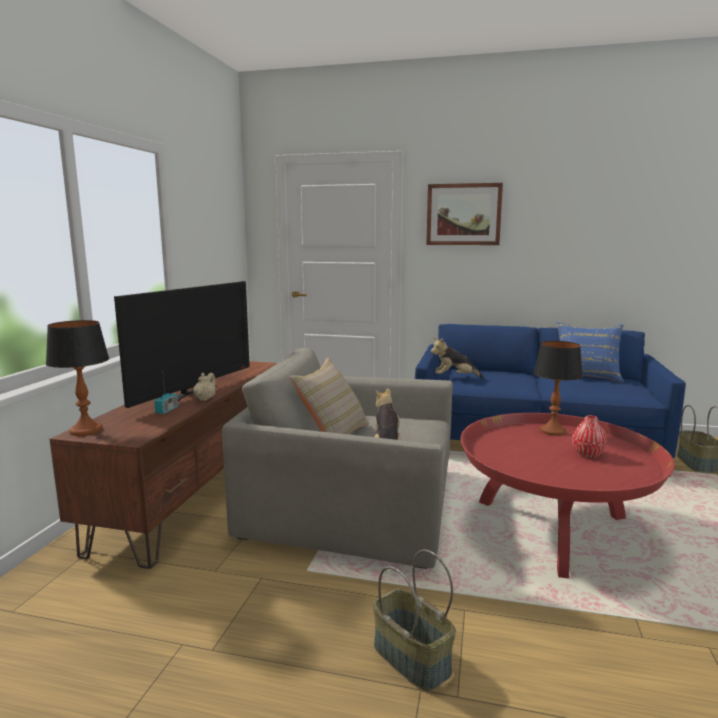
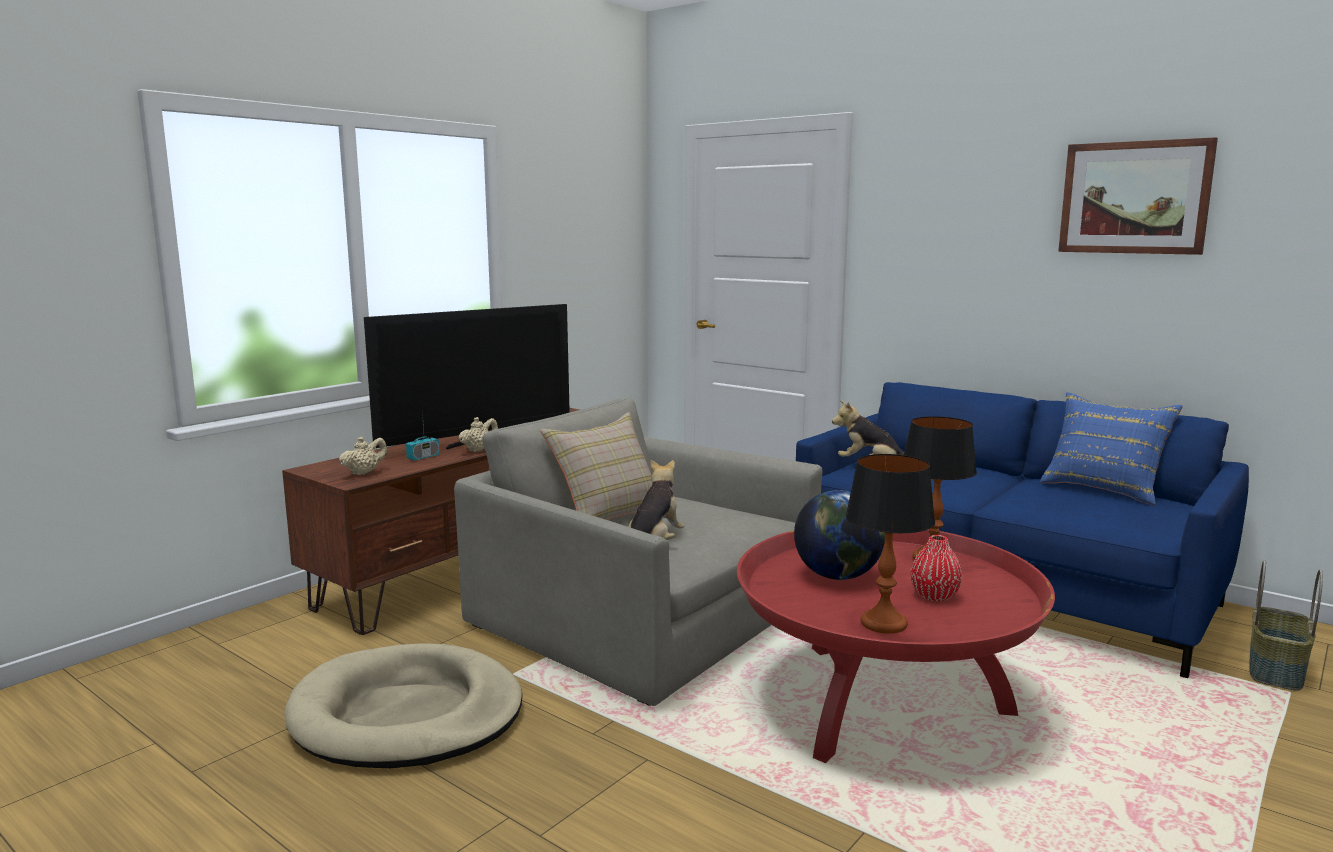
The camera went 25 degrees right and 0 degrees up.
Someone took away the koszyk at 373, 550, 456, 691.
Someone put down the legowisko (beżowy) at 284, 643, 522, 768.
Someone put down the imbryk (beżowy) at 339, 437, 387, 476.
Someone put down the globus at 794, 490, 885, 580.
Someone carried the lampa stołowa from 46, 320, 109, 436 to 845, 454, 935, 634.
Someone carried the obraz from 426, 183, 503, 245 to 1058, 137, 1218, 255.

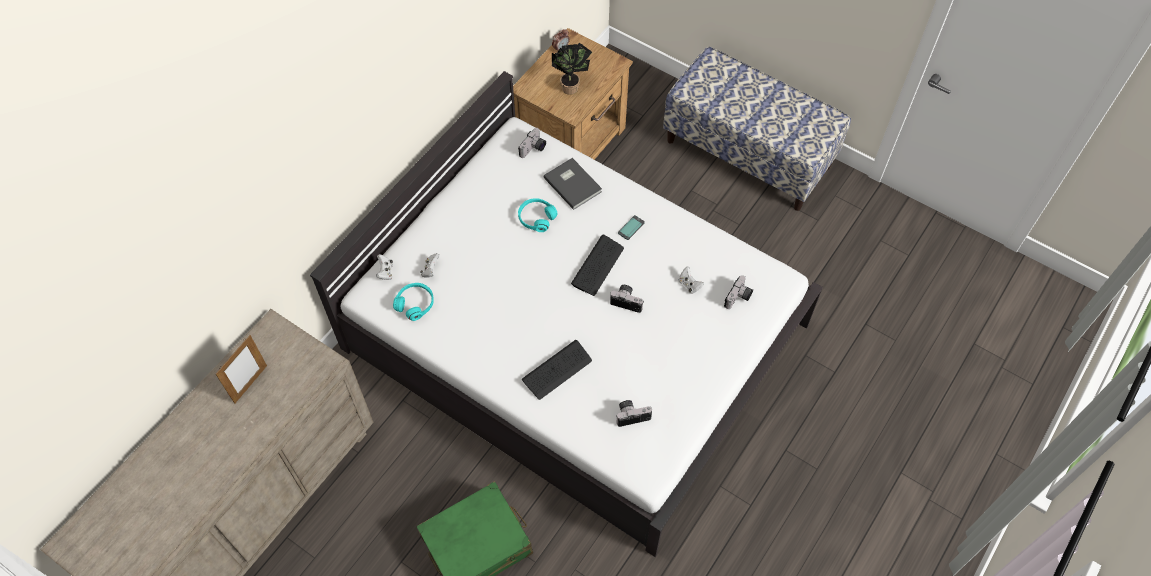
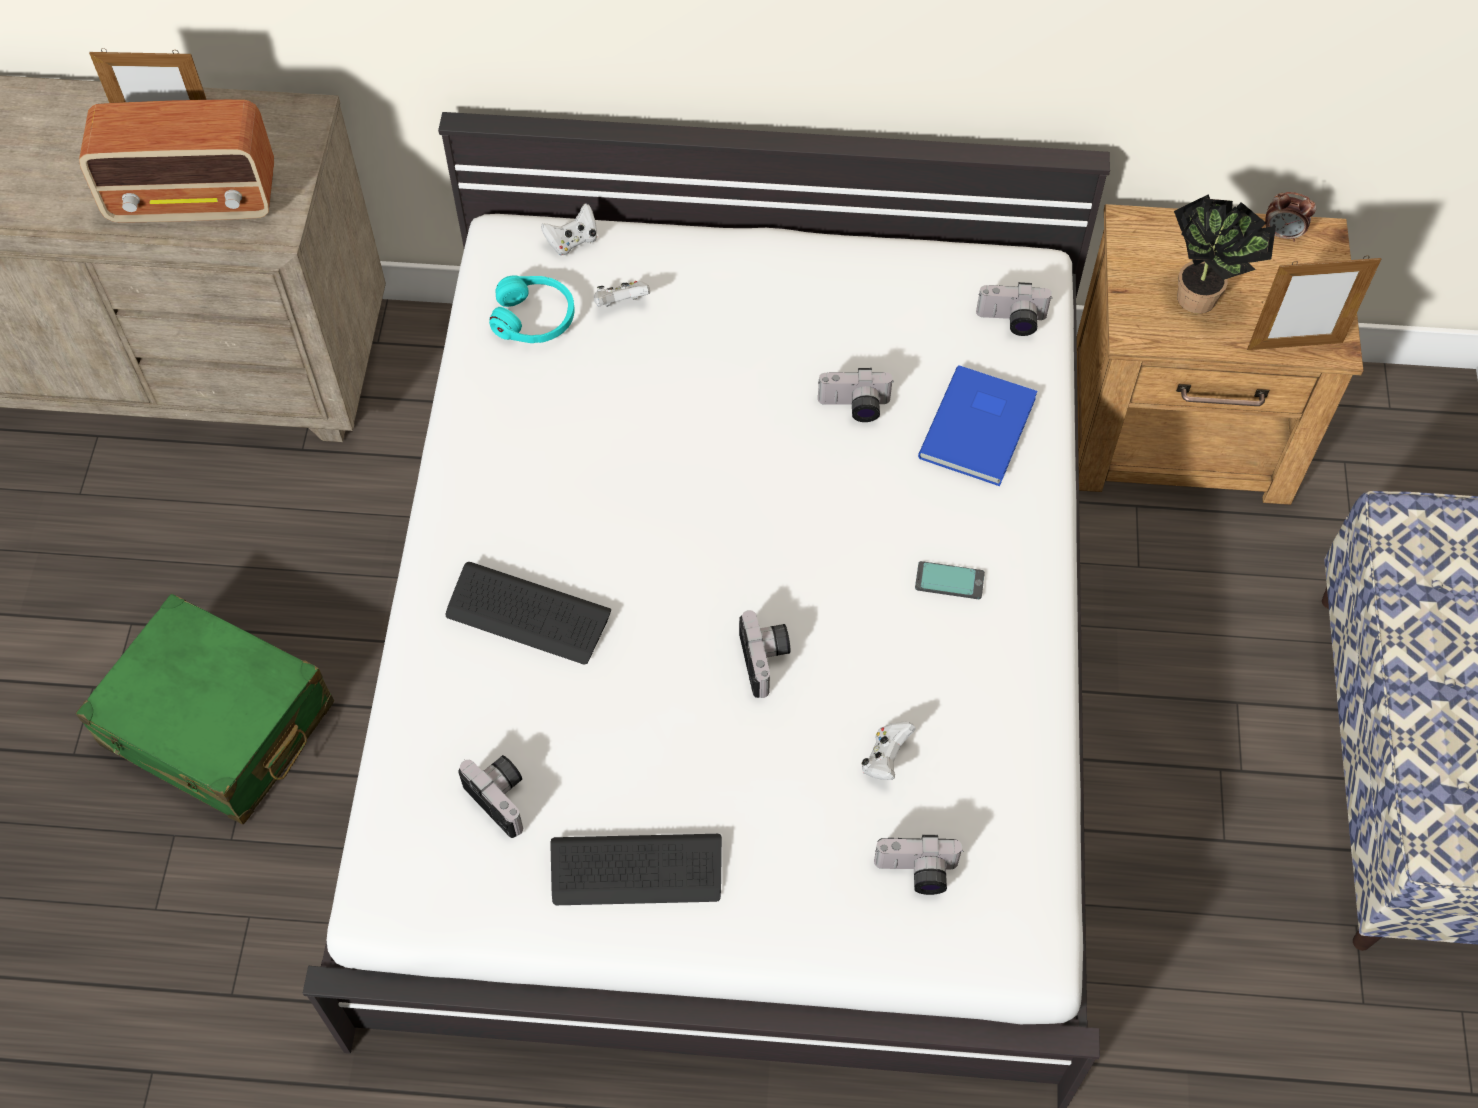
The camera went 60 degrees right and 0 degrees up.
Someone put down the radio at 79, 99, 274, 222.
Someone put down the ramka na zdjęcie at 1247, 258, 1381, 350.
Someone carried the klawiatura from 571, 235, 624, 296 to 550, 834, 722, 905.
Someone swapped the słuchawki (turkusowy) at 518, 198, 558, 232 for the aparat fotograficzny at 818, 368, 894, 422.
Someone repainted the książka (szary) at 543, 158, 602, 210, which became the książka (niebieski) at 918, 365, 1037, 486.

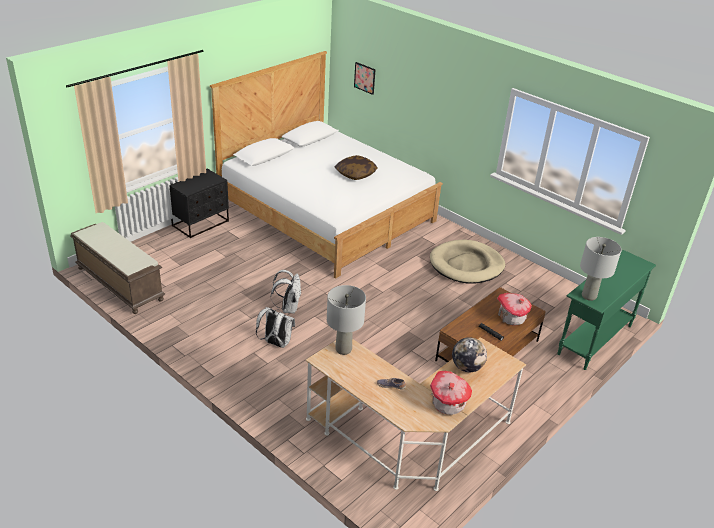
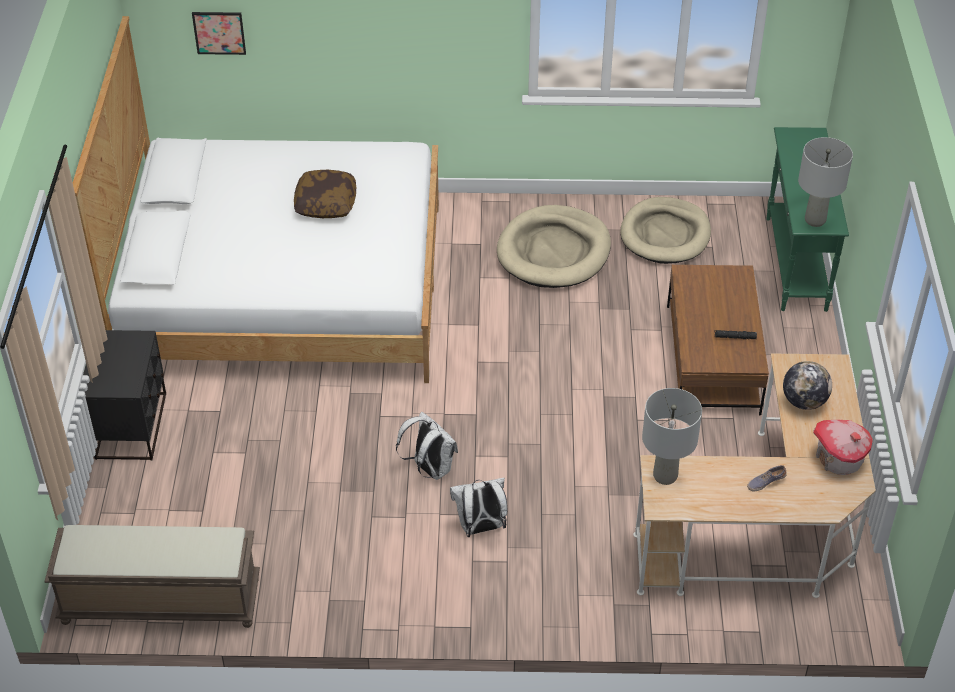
The camera went 40 degrees left and 10 degrees up.
Someone took away the domek at 497, 293, 532, 325.
Someone put down the legowisko (beżowy) at 620, 197, 711, 264.

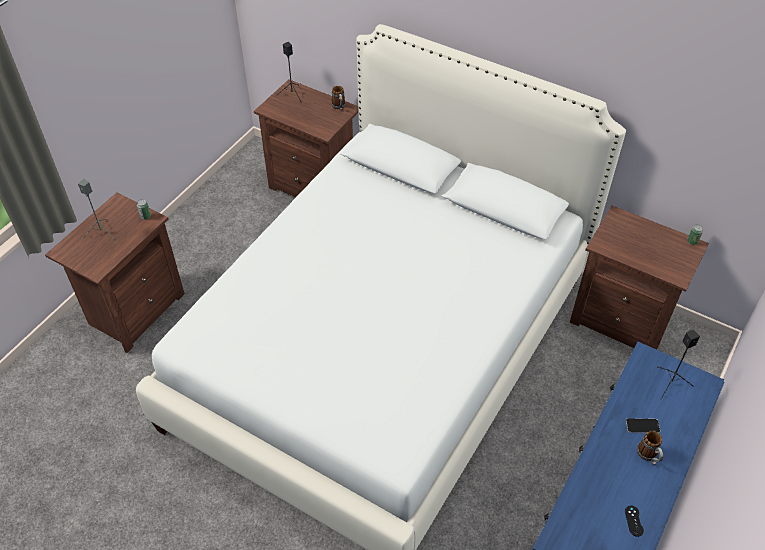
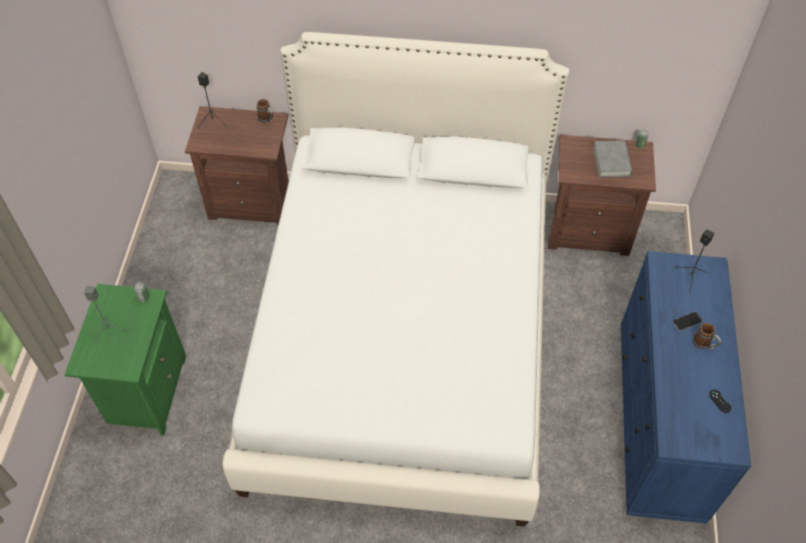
The camera went 25 degrees left and 5 degrees up.
Someone put down the książka (szary) at 593, 141, 633, 178.
Someone repainted the szafka nocna (brązowy) at 45, 193, 185, 353, which became the szafka nocna (zielony) at 65, 284, 186, 436.

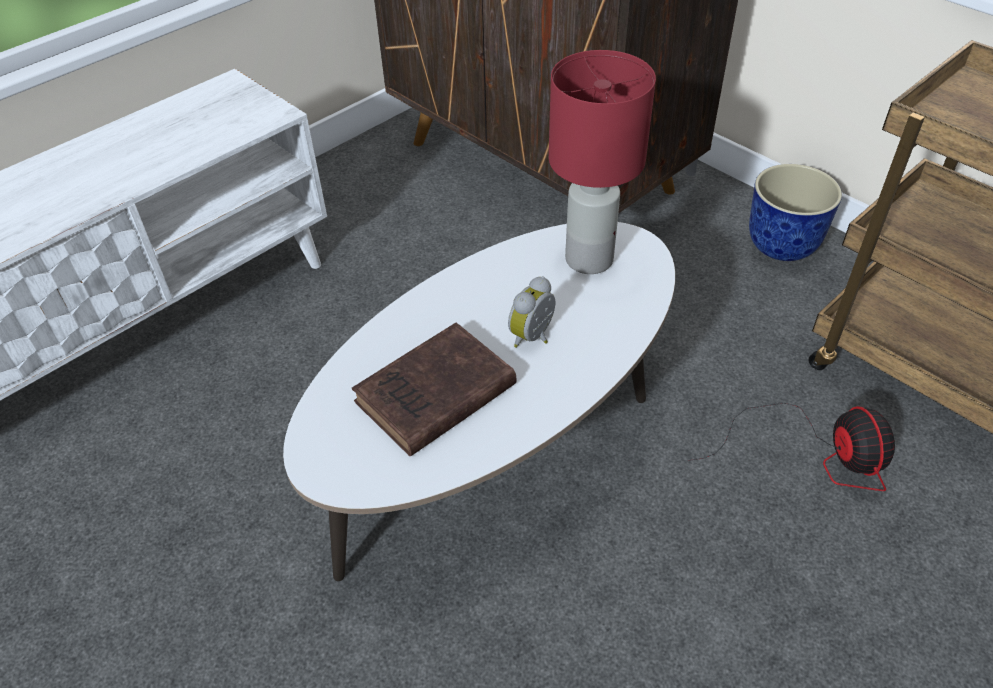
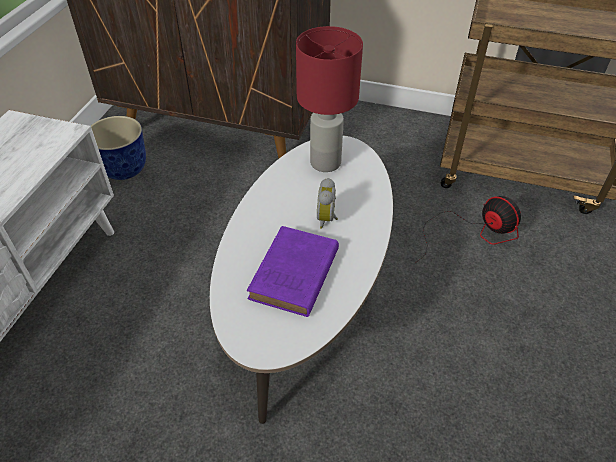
The camera went 30 degrees left and 0 degrees up.
Someone carried the donica from 749, 164, 842, 261 to 91, 116, 146, 180.
Someone repainted the książka (brązowy) at 352, 323, 516, 457, which became the książka (fioletowy) at 247, 226, 339, 317.

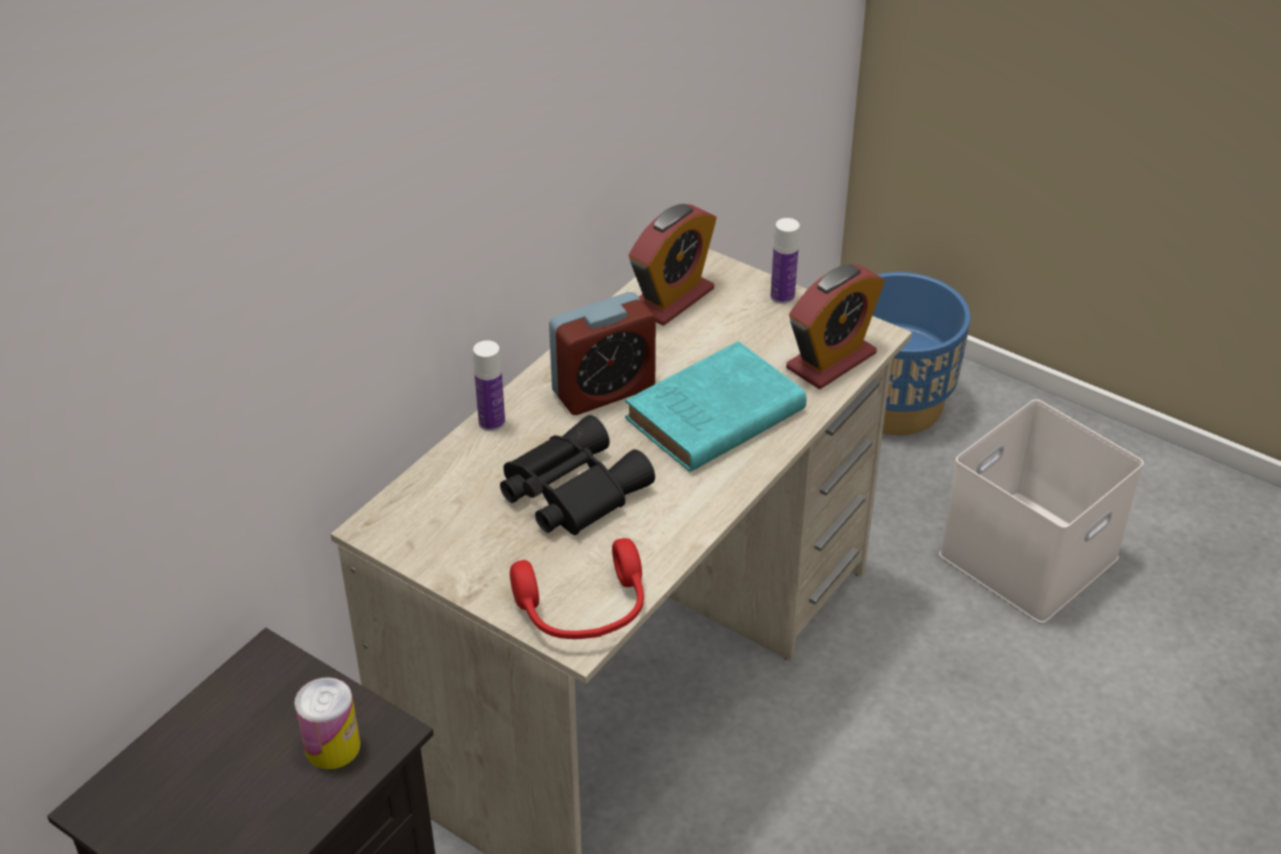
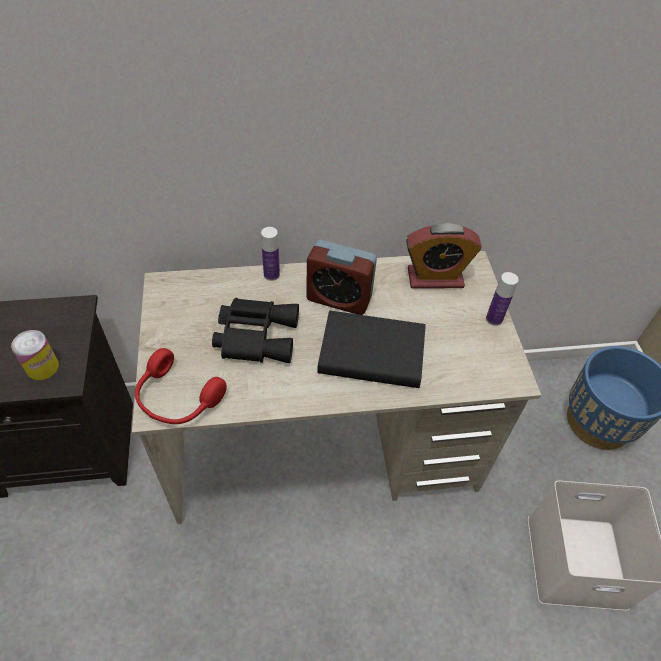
The camera went 45 degrees right and 10 degrees up.
Someone took away the budzik at 786, 264, 885, 390.
Someone repainted the książka (turkusowy) at 625, 341, 806, 472, which became the książka (czarny) at 317, 310, 426, 388.

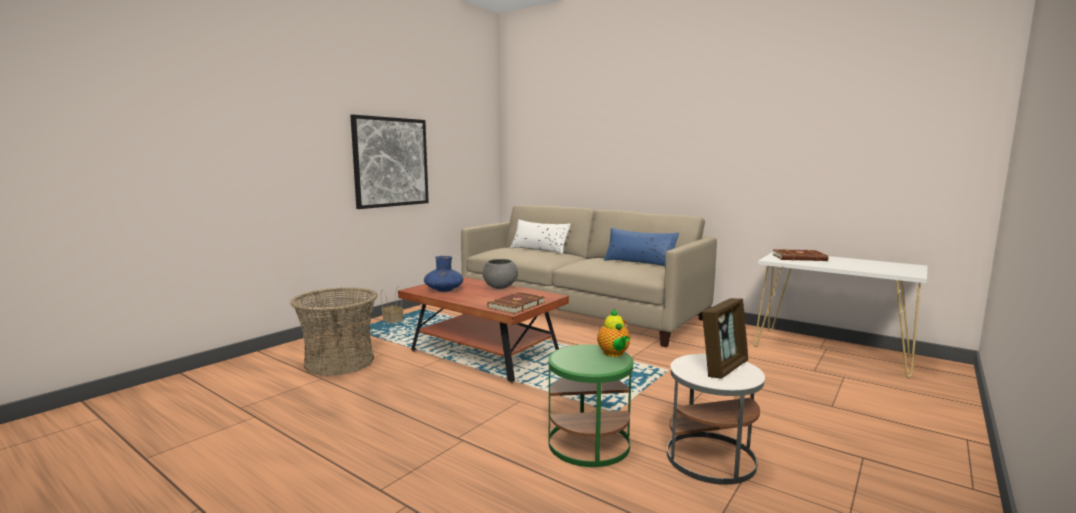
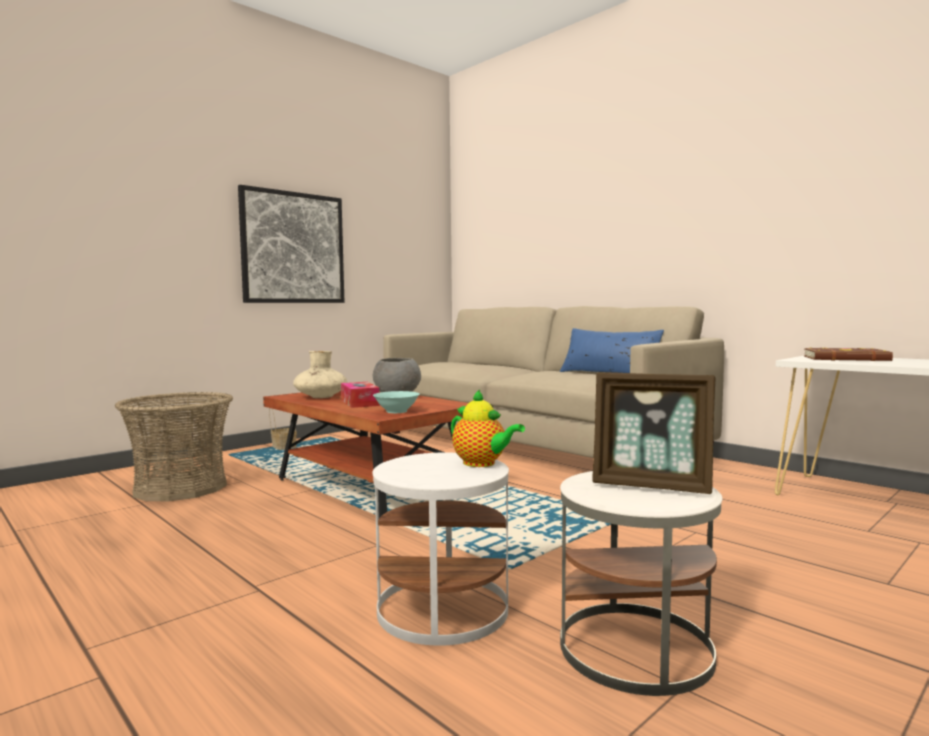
The camera went 10 degrees right and 5 degrees down.
Someone took away the poduszka (biały) at 510, 220, 571, 254.
Someone put down the pudełko chusteczek at 341, 382, 380, 408.
Someone swapped the książka (brązowy) at 487, 292, 545, 314 for the miska (turkusowy) at 373, 391, 420, 413.
Someone repainted the wazon (niebieski) at 424, 256, 463, 292, which became the wazon (beżowy) at 293, 351, 347, 398.
Someone repainted the stolik (zielony) at 548, 345, 634, 467, which became the stolik (biały) at 372, 453, 509, 646.
Someone rotated the imbryk at 597, 309, 630, 357 by 45 degrees counterclockwise.
Someone rotated the ramka na zdjęcie at 702, 298, 748, 379 by 60 degrees clockwise.

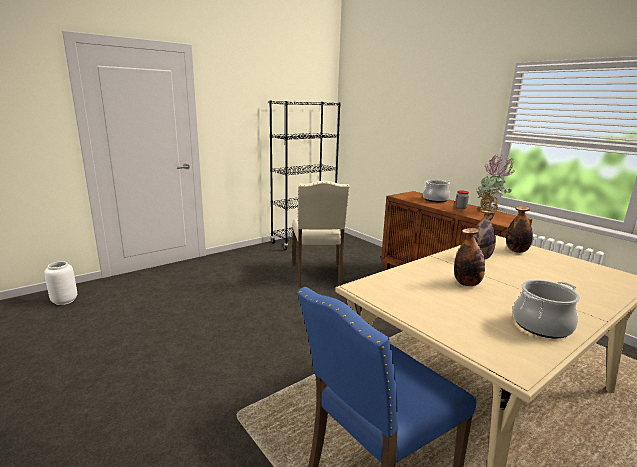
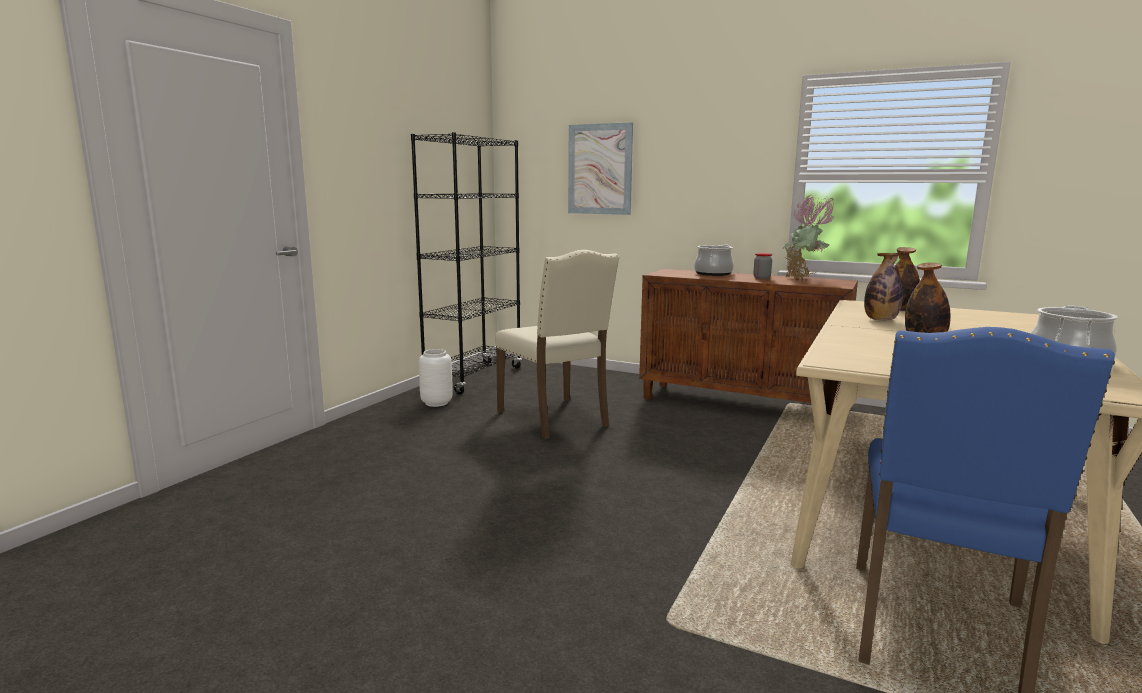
The camera went 25 degrees left and 5 degrees down.
Someone put up the obraz at 568, 122, 633, 215.
Someone carried the wazon (biały) from 44, 261, 77, 305 to 419, 349, 453, 407.

